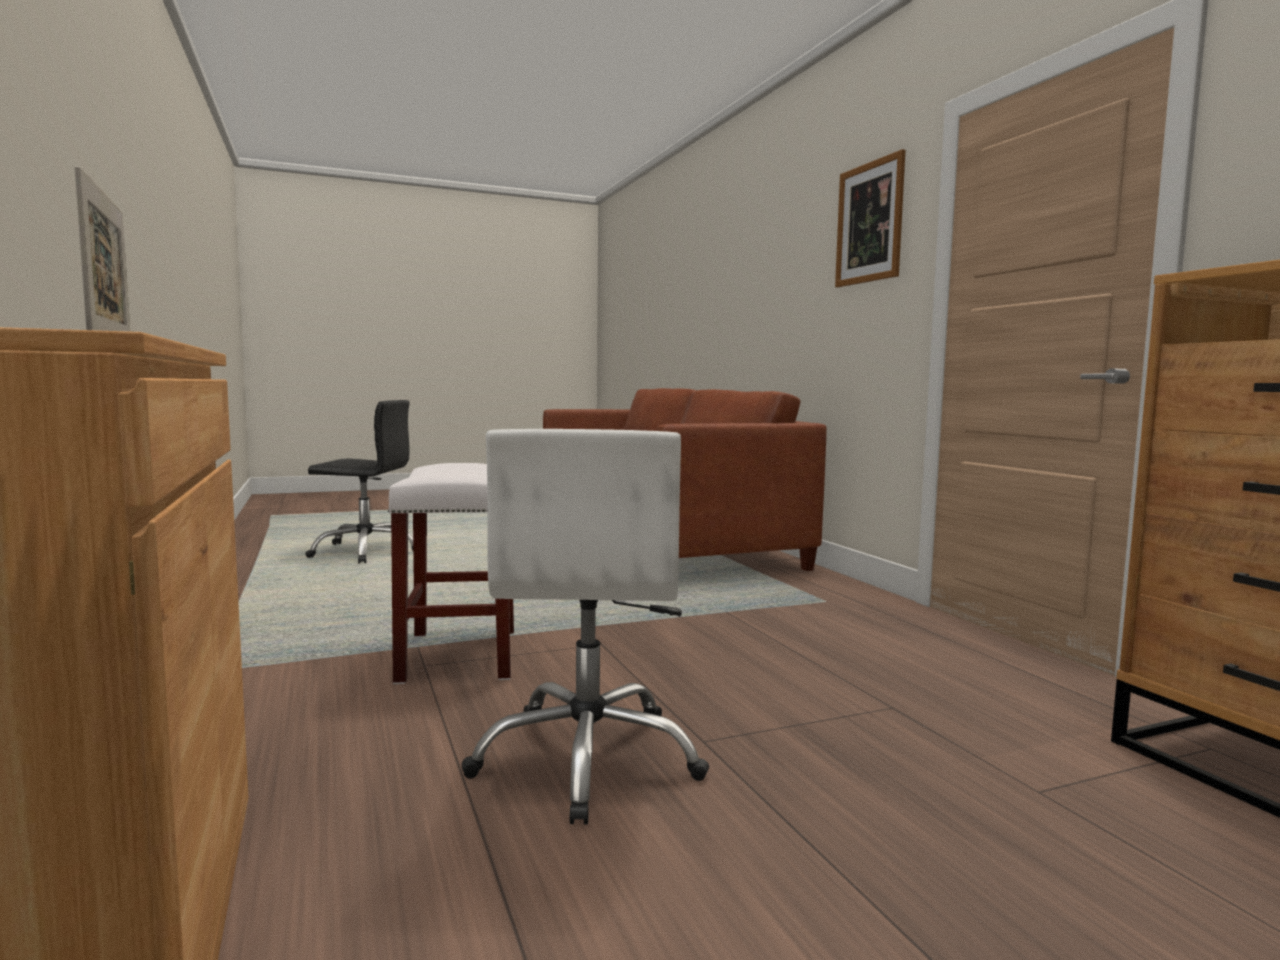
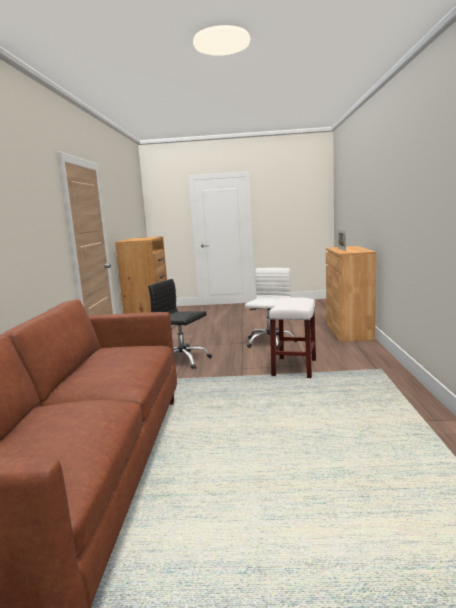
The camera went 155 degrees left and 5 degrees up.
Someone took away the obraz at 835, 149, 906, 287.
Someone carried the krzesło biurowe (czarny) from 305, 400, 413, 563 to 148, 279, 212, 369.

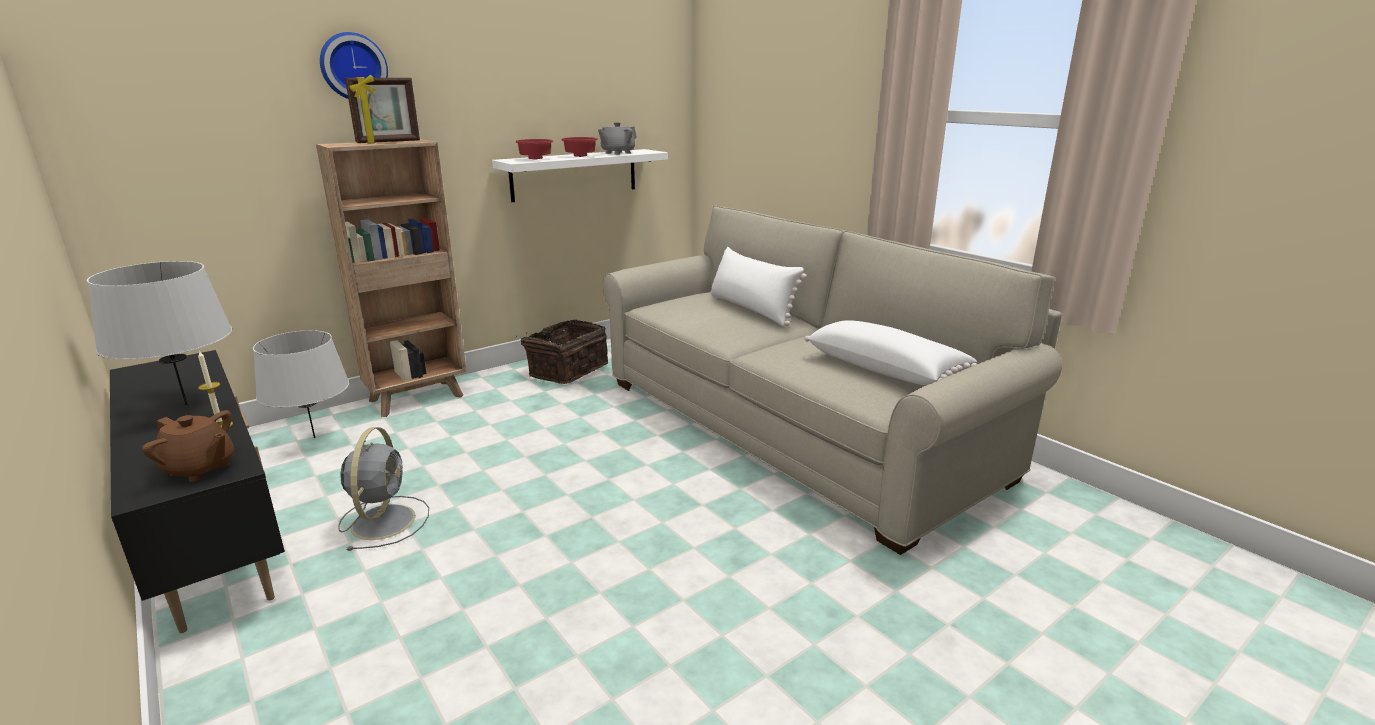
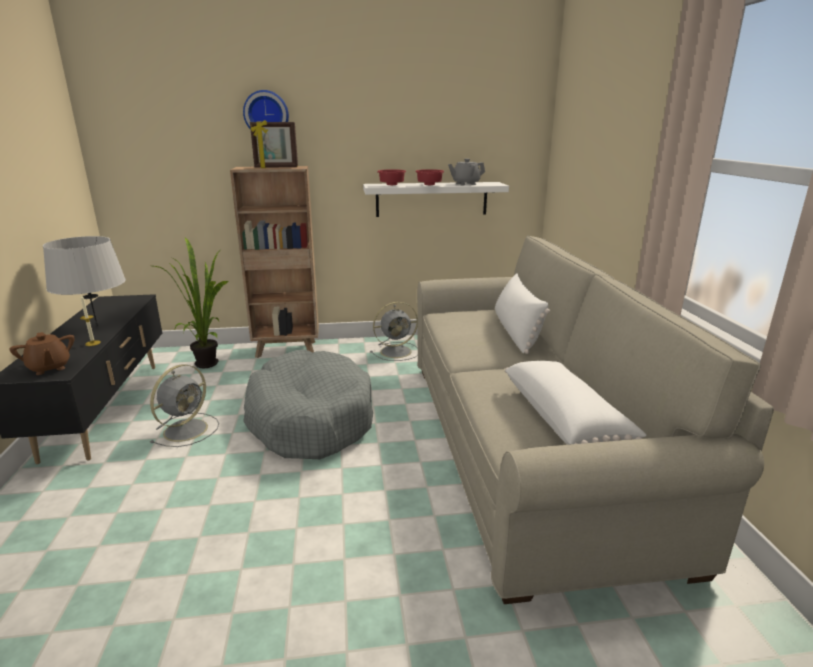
The camera went 30 degrees right and 0 degrees up.
Someone put down the legowisko (szary) at 243, 350, 373, 459.
Someone swapped the lampa stołowa (szary) at 253, 330, 349, 438 for the roślina doniczkowa at 153, 238, 228, 368.
Someone swapped the koszyk at 516, 320, 608, 384 for the wentylator (szary) at 370, 302, 418, 361.

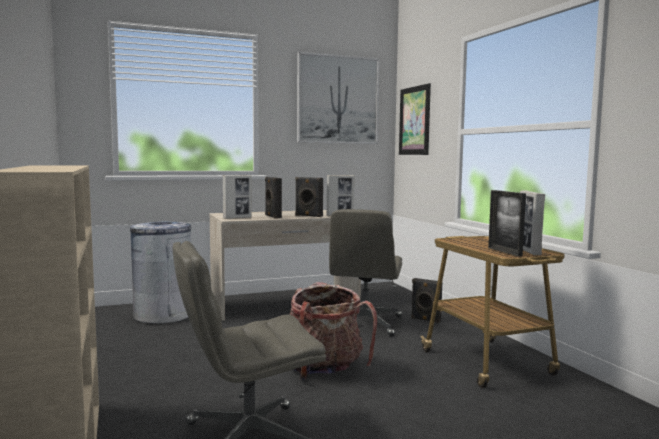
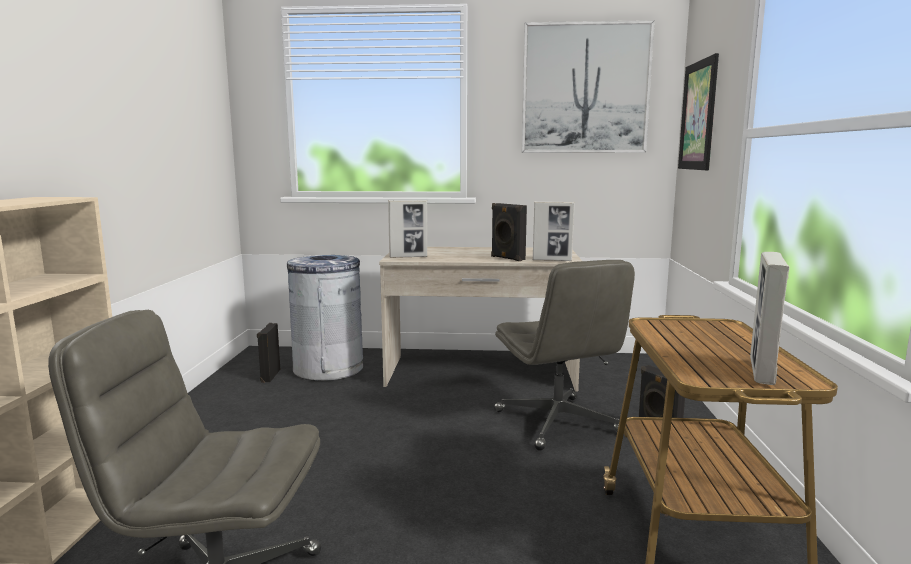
The camera went 25 degrees right and 5 degrees up.
Someone took away the plecak at 289, 282, 377, 380.
Someone took away the ramka na zdjęcie at 488, 190, 526, 257.
Someone carried the głośnik (czarny) from 265, 177, 282, 219 to 257, 323, 280, 383.
Someone rotated the krzesło biurowe (szary) at 329, 209, 402, 336 by 60 degrees counterclockwise.

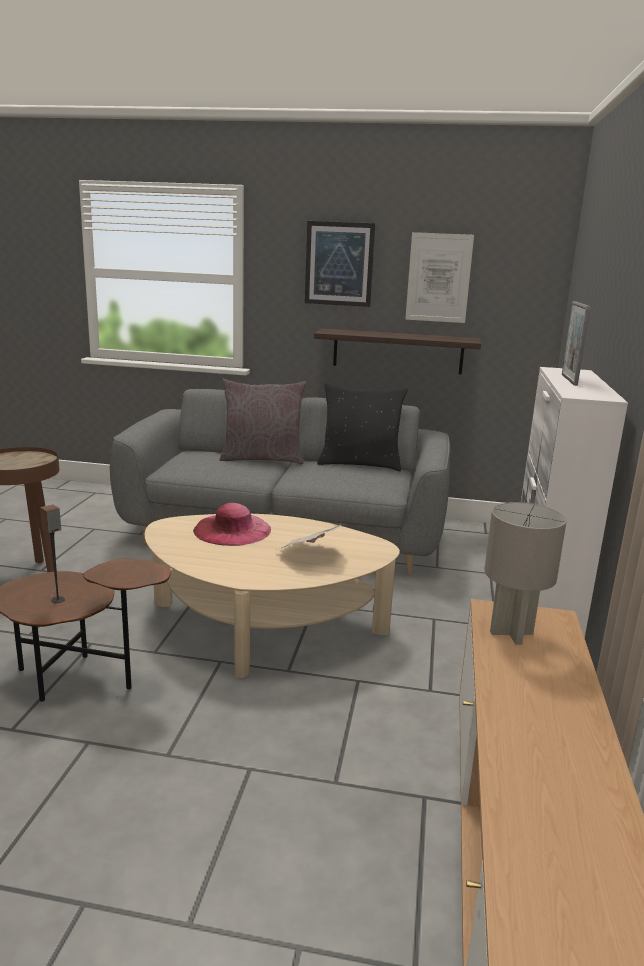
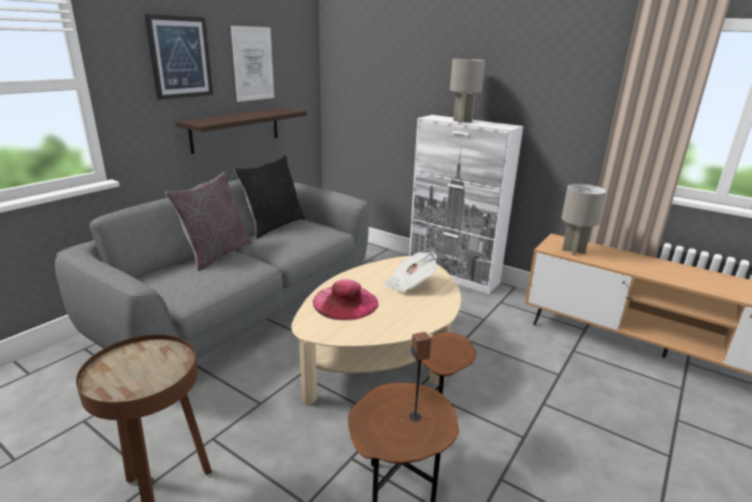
The camera went 65 degrees left and 5 degrees up.
Someone swapped the ramka na zdjęcie at 562, 301, 590, 386 for the lampa stołowa (szary) at 450, 59, 485, 123.

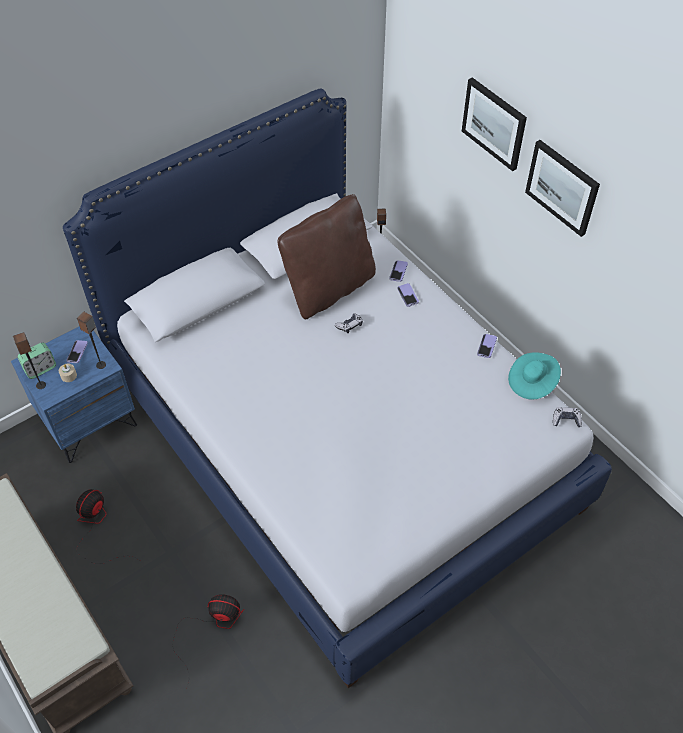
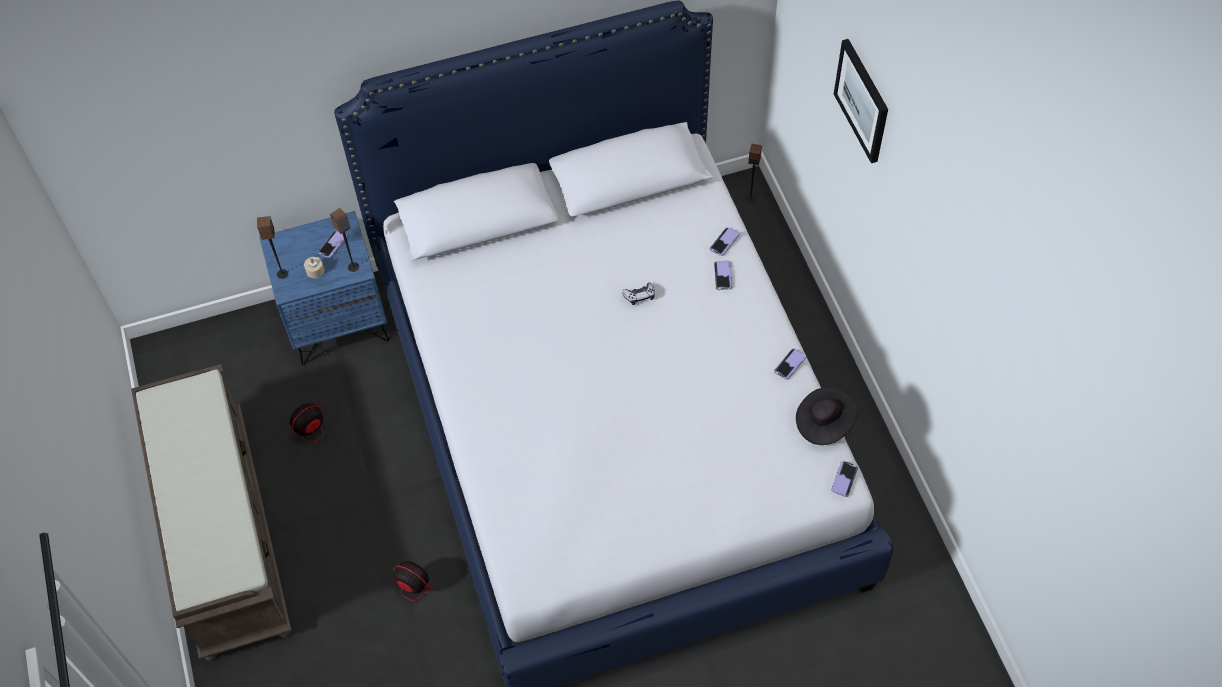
The camera went 20 degrees right and 5 degrees up.
Someone took away the budzik at 18, 342, 56, 379.
Someone took away the poduszka (brązowy) at 277, 194, 376, 319.
Someone took away the obraz at 525, 140, 600, 237.
Someone swapped the pad do gier at 553, 407, 582, 427 for the telefon at 831, 460, 858, 497.
Someone repainted the kapelusz (turkusowy) at 508, 352, 561, 399, which became the kapelusz (czarny) at 796, 387, 858, 445.

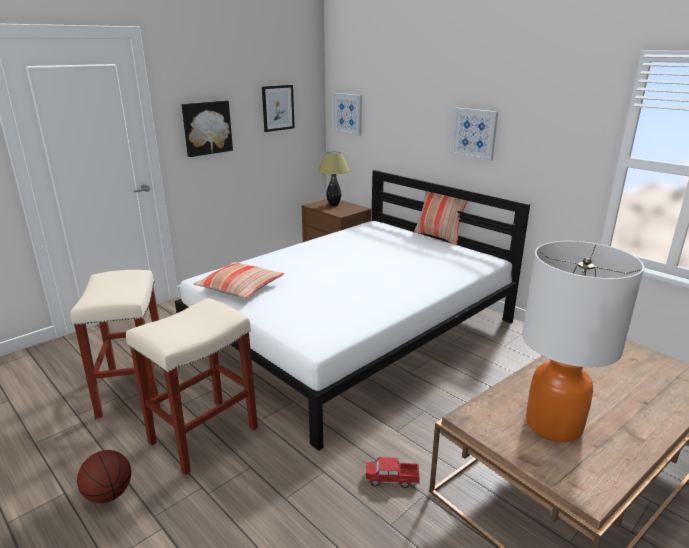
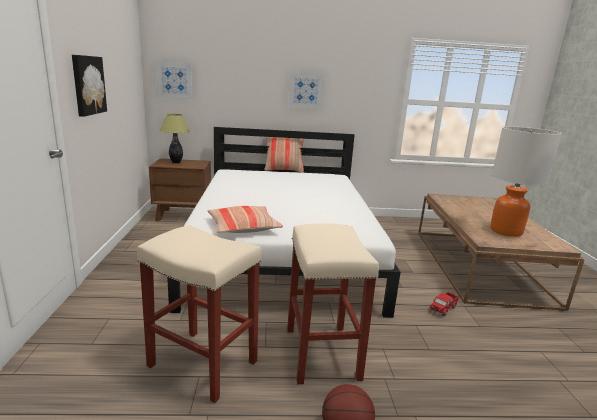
The camera went 50 degrees left and 5 degrees down.
Someone took away the obraz at 262, 85, 295, 132.

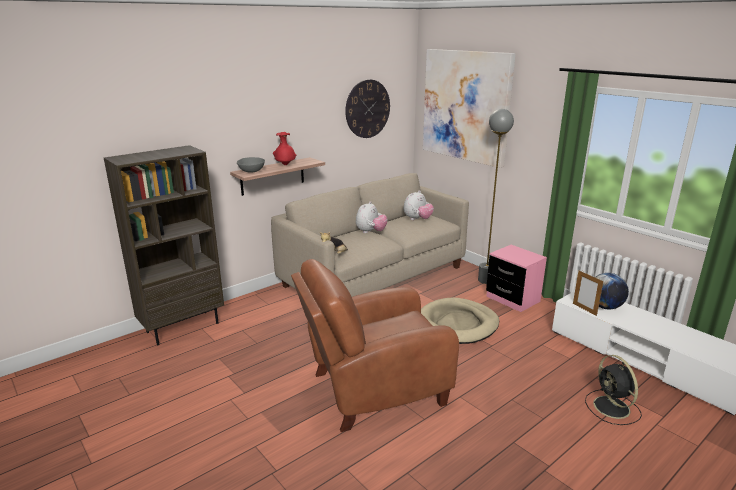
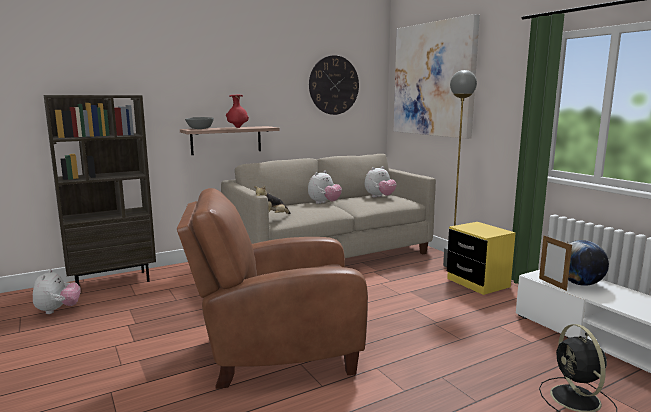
The camera went 10 degrees right and 10 degrees down.
Someone took away the legowisko (beżowy) at 421, 298, 499, 344.
Someone put down the pluszak at 33, 269, 81, 314.
Someone repainted the szafka nocna (różowy) at 486, 245, 547, 312, which became the szafka nocna (żółty) at 447, 222, 516, 295.

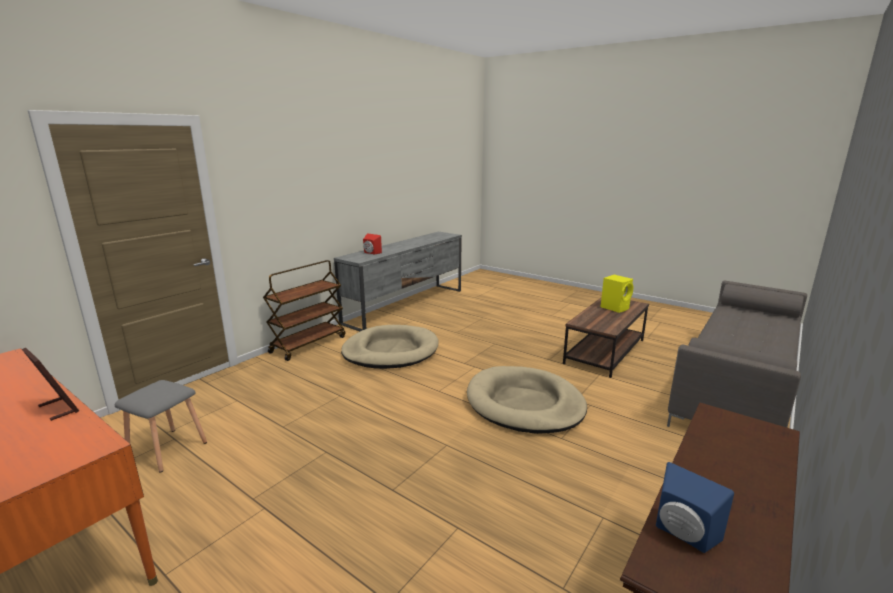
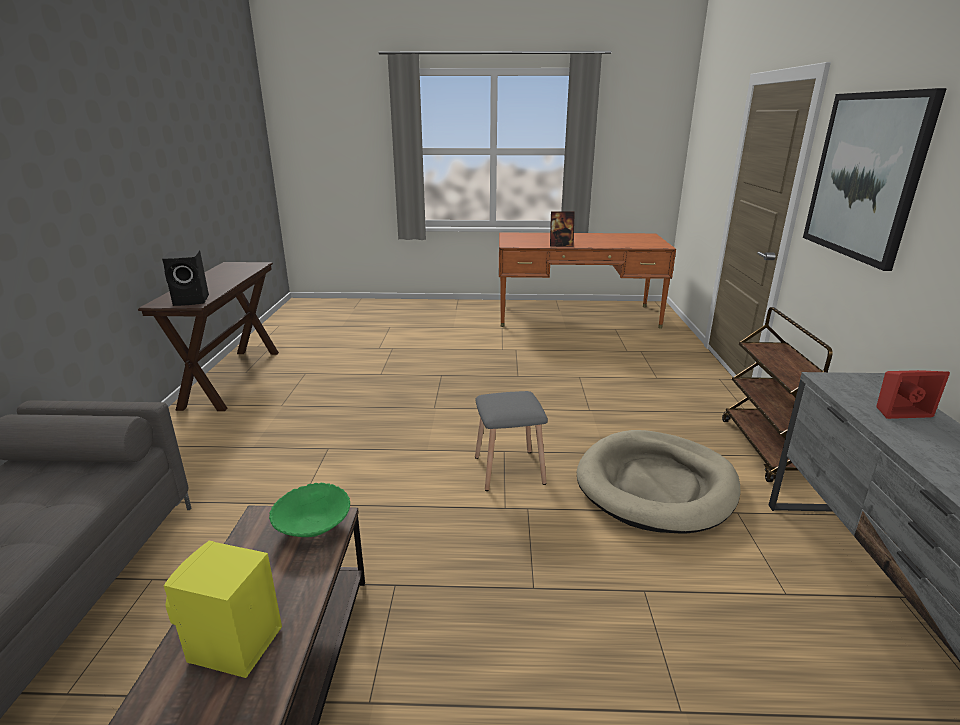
The camera went 145 degrees right and 5 degrees up.
Someone took away the legowisko (beżowy) at 467, 366, 587, 434.
Someone took away the głośnik (niebieski) at 656, 462, 734, 553.
Someone put down the głośnik (czarny) at 162, 250, 209, 306.
Someone put down the miska (zielony) at 269, 483, 350, 537.
Someone put up the obraz at 803, 88, 947, 271.
Someone carried the stołek (szary) from 115, 380, 207, 473 to 475, 391, 548, 491.

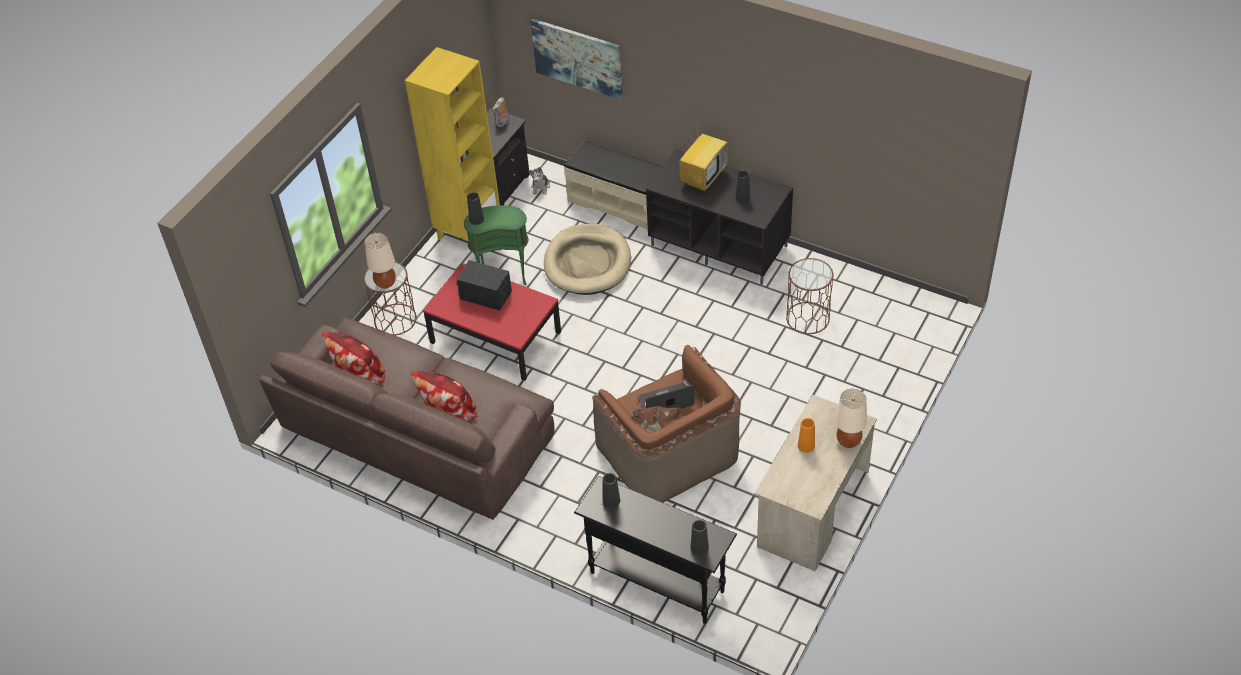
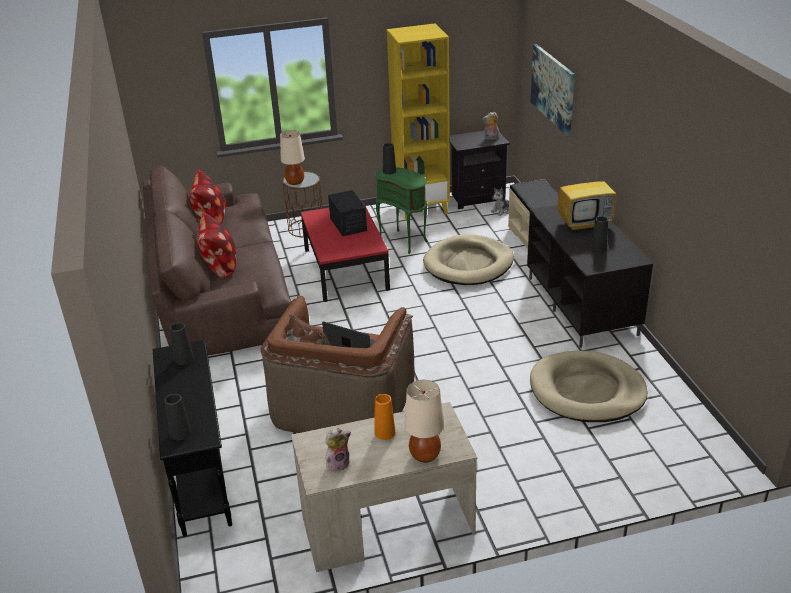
The camera went 45 degrees right and 15 degrees down.
Someone put down the pluszak at 325, 428, 351, 471.
Someone swapped the stolik (brązowy) at 786, 258, 833, 334 for the legowisko (beżowy) at 530, 351, 647, 422.

